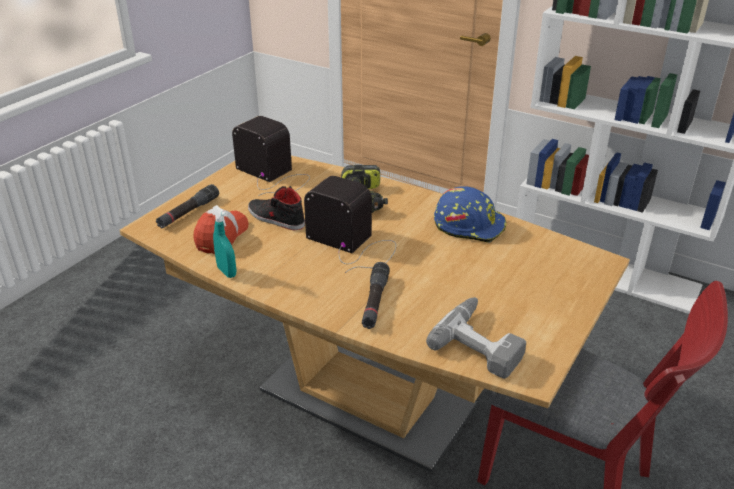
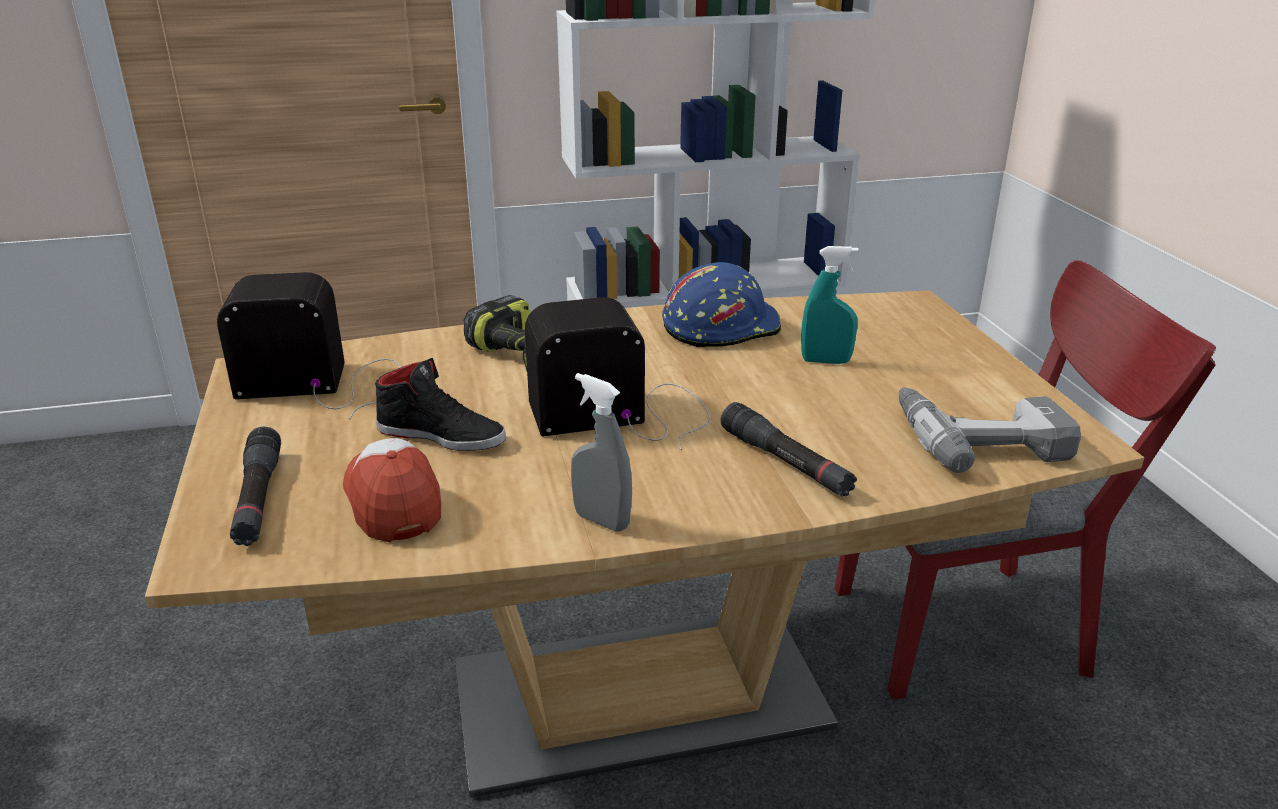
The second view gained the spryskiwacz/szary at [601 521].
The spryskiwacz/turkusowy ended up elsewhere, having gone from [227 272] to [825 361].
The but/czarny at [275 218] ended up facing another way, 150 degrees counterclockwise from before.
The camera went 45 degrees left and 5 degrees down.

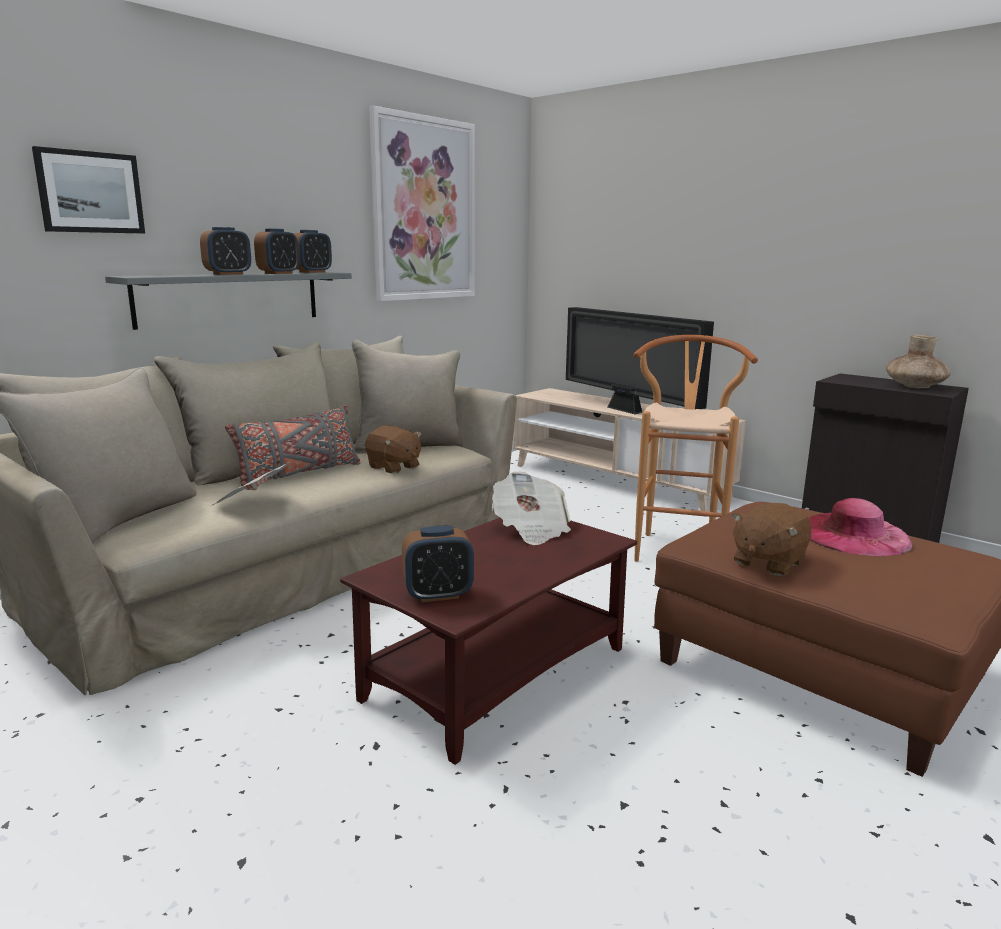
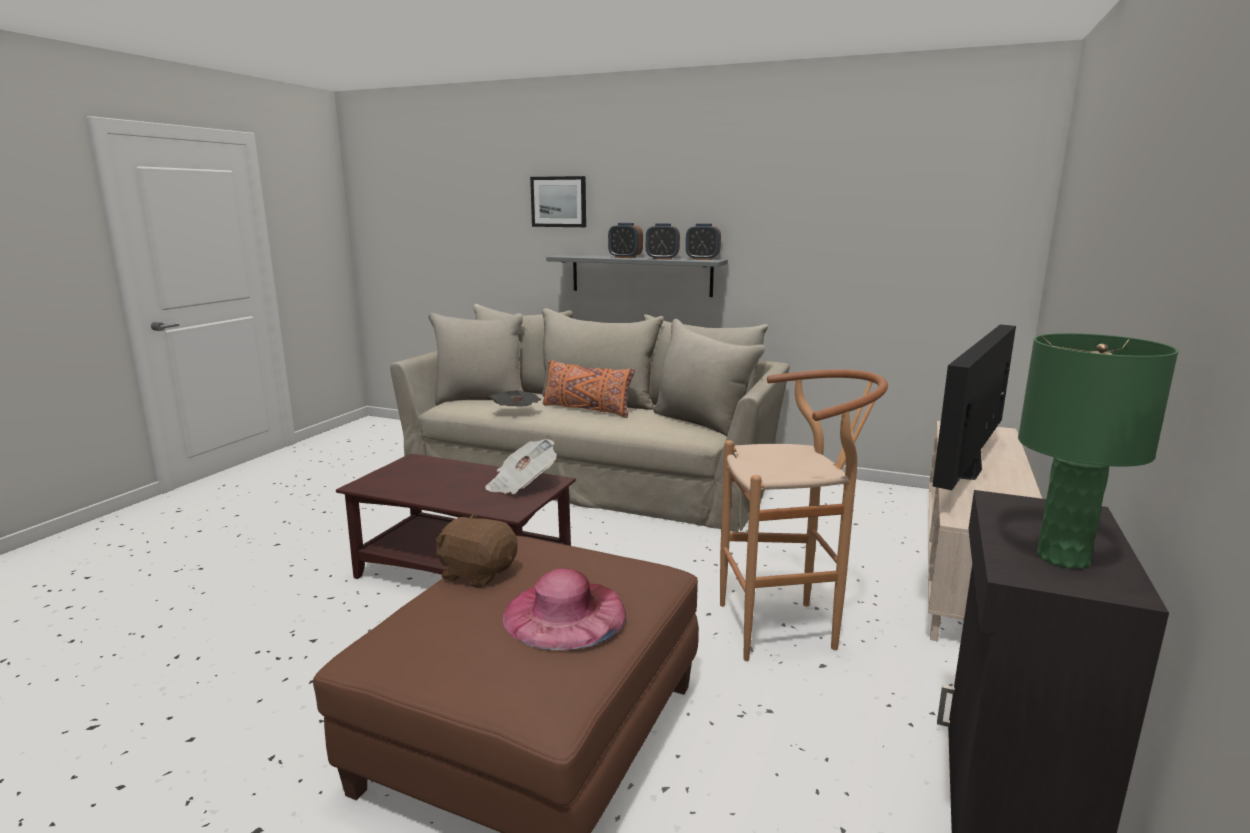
The second view lost the pluszak/brązowy at [393 467].
The second view lost the obraz at [424 210].
The second view lost the budzik at [438 595].
Where the wazon/brązowy stood at [915 386], the lampa stołowa/zielony came to stand at [1063 558].
What was the poduszka/szary at [299 474] turned into the poduszka/pomarańczowy at [587 409].
The camera went 70 degrees right and 0 degrees up.

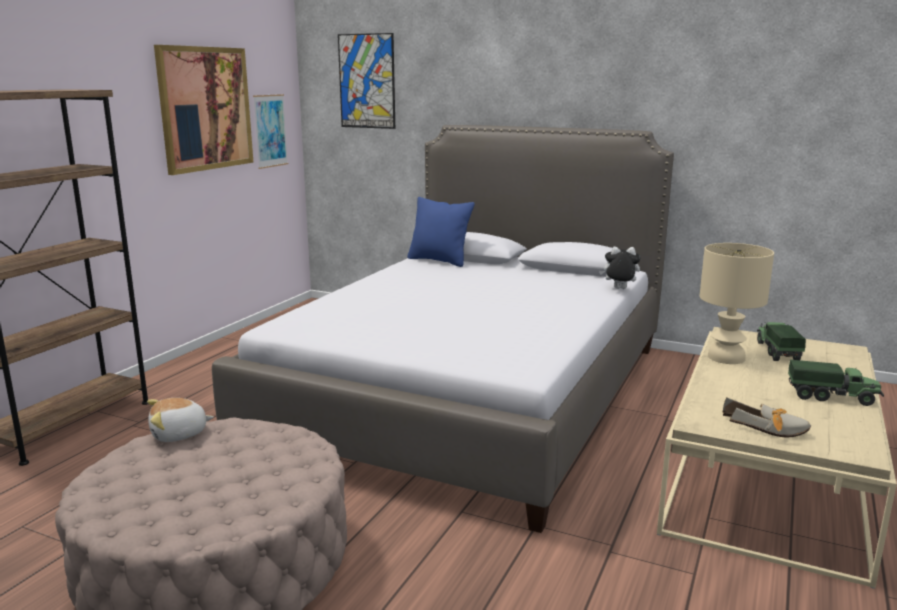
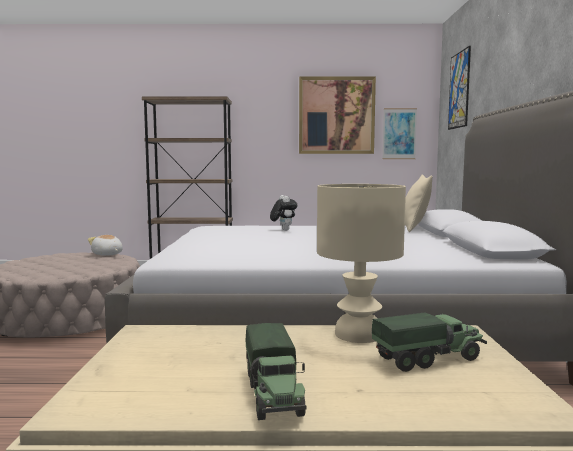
The second view lost the but at [769 429].
The pluszak ended up elsewhere, having gone from [619 289] to [283 230].
What was the poduszka/niebieski at [439 260] turned into the poduszka/beżowy at [414 228].
The camera went 65 degrees right and 10 degrees down.

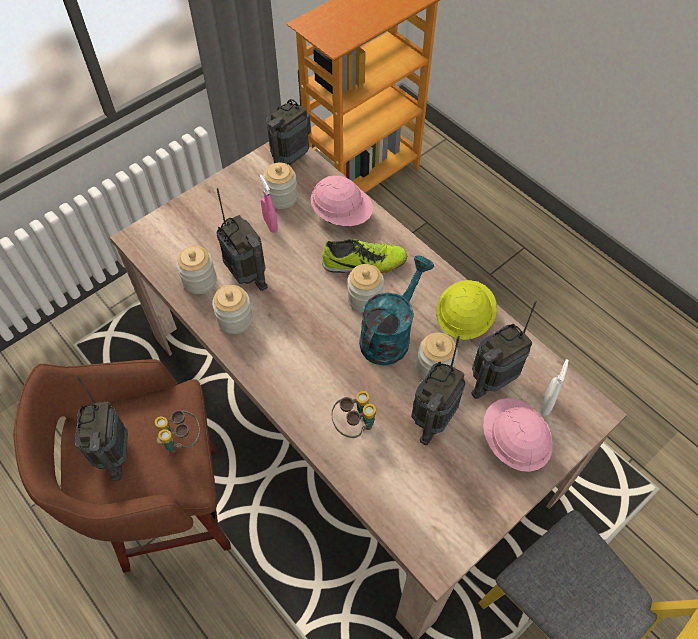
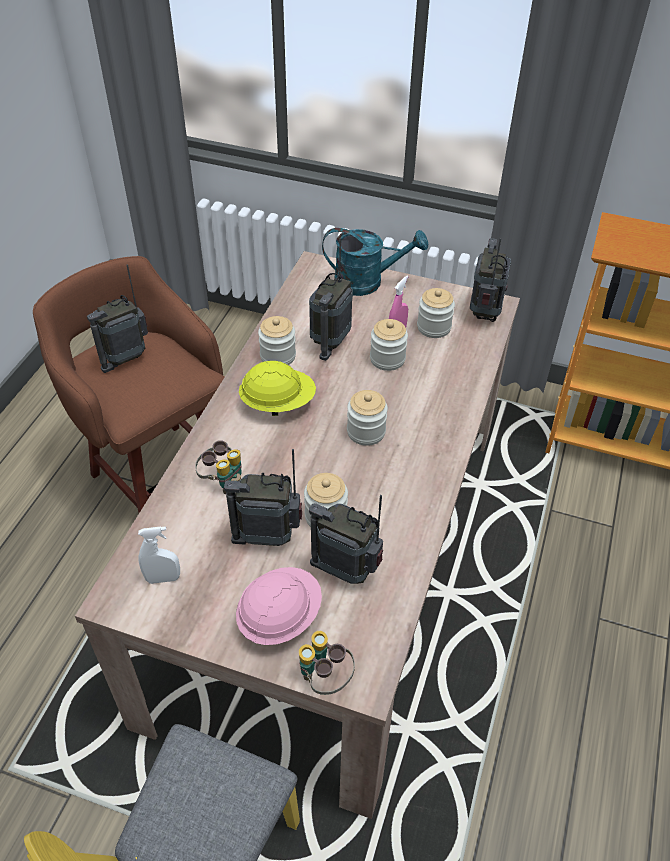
The second view lost the kask/różowy at [342 214].
The second view lost the but at [364 263].
The lornetka ended up elsewhere, having gone from [181 440] to [324 678].
The słoik ended up elsewhere, having gone from [199 281] to [387 359].
The konewka/turkusowy ended up elsewhere, having gone from [390 334] to [367 282].
The kask/żółty ended up elsewhere, having gone from [463 319] to [278 403].
The spryskiwacz/biały ended up elsewhere, having gone from [546 404] to [163 578].
The radio at [290 158] ended up facing another way, 90 degrees clockwise from before.
The camera went 60 degrees right and 10 degrees down.

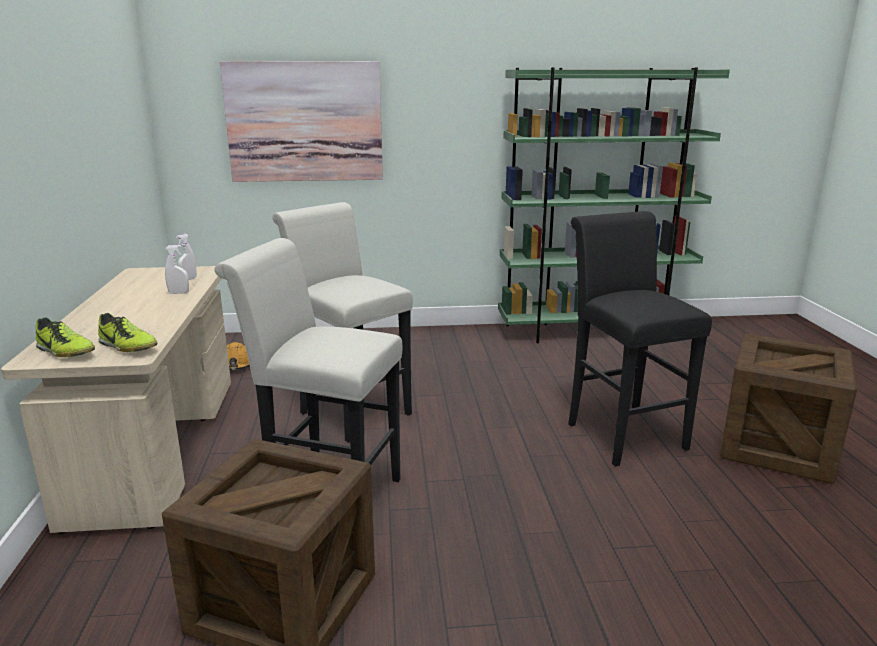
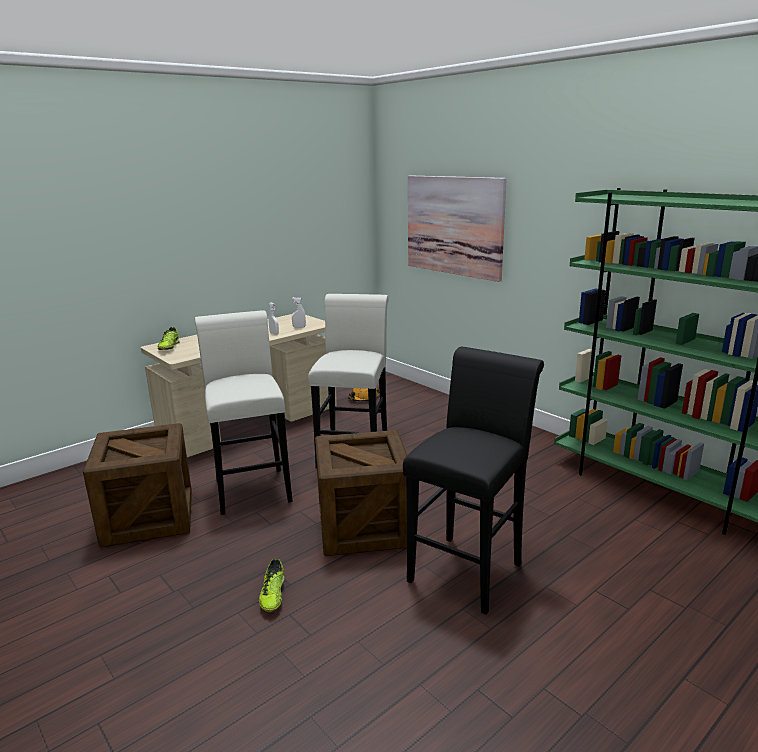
The but ended up elsewhere, having gone from [127 347] to [273 595].
The skrzynka ended up elsewhere, having gone from [777 447] to [364 527].
The camera went 55 degrees right and 0 degrees up.

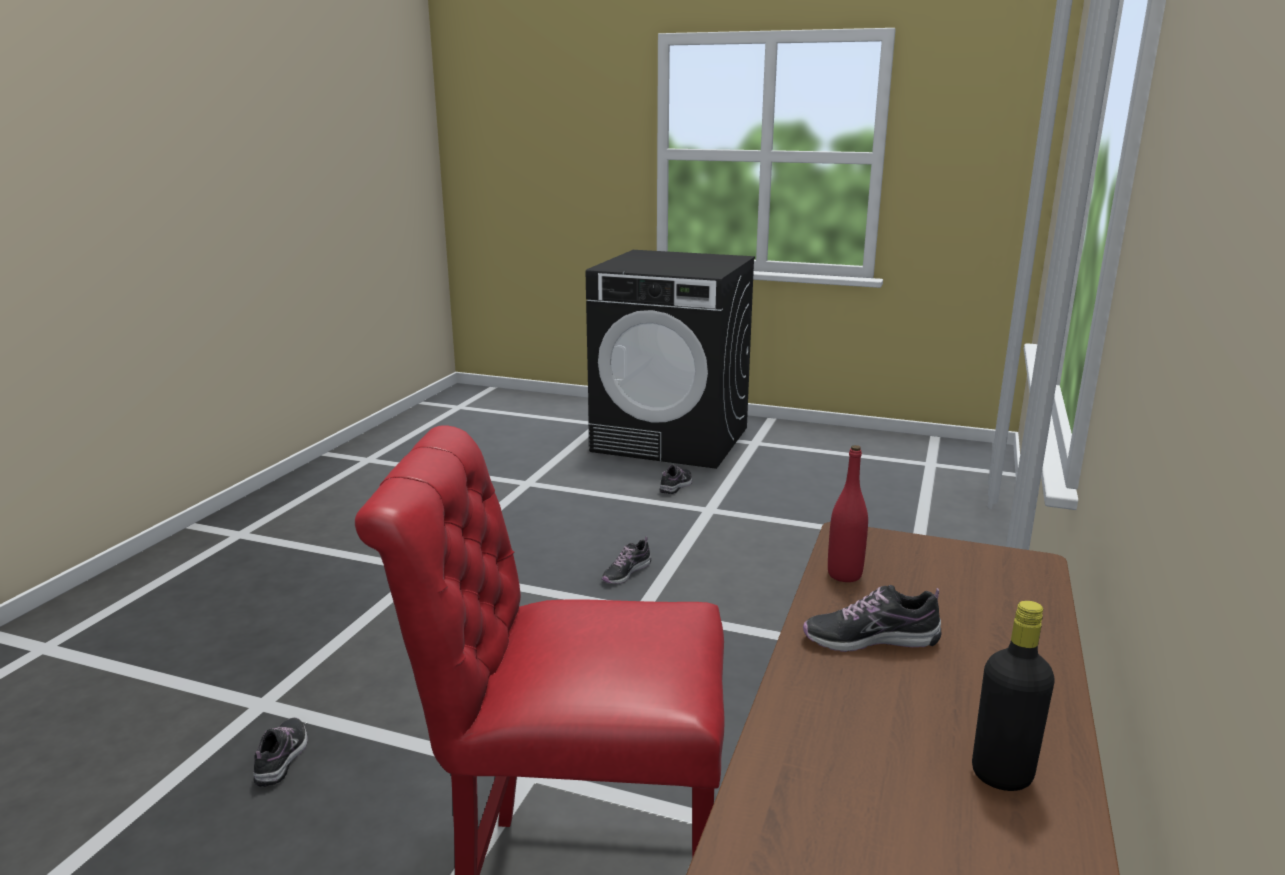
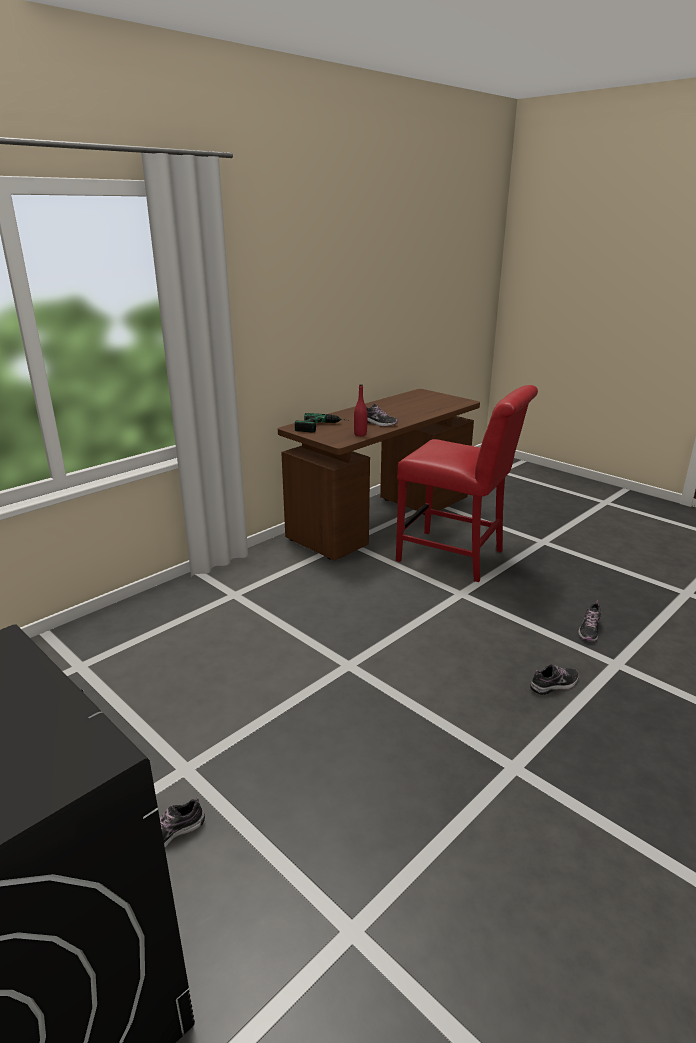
The second view lost the butelka/czarny at [1001 775].
The second view gained the wiertarka at [322 427].
The but ended up elsewhere, having gone from [626 572] to [554 685].
The camera went 155 degrees left and 5 degrees up.

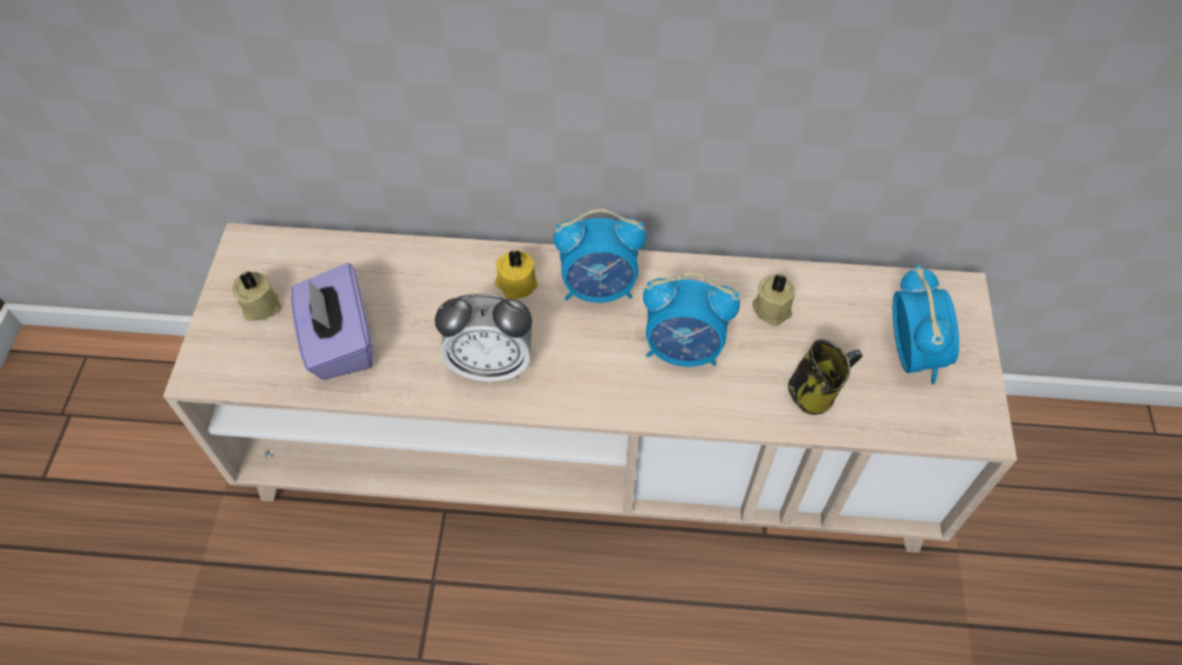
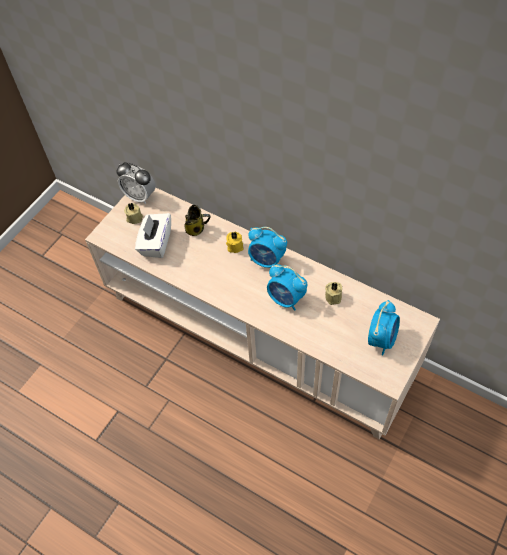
The budzik ended up elsewhere, having gone from [491 365] to [140 196].
The kubek ended up elsewhere, having gone from [815 393] to [196 228].
What was the pudełko chusteczek/fioletowy at [339 342] turned into the pudełko chusteczek/biały at [156 243].
The camera went 30 degrees right and 0 degrees up.

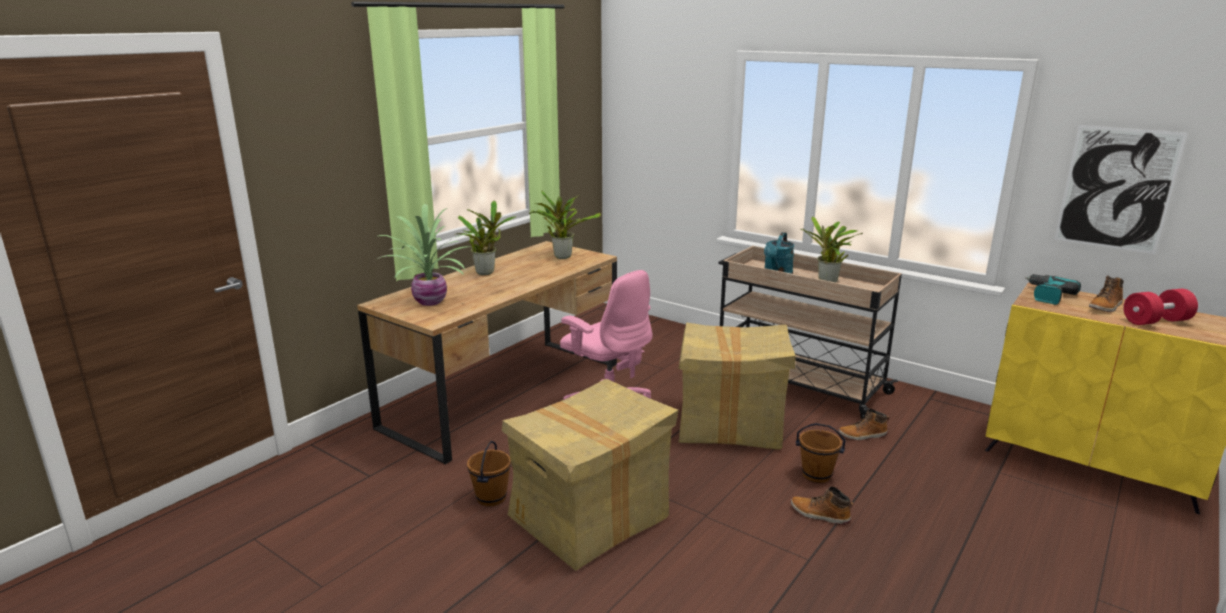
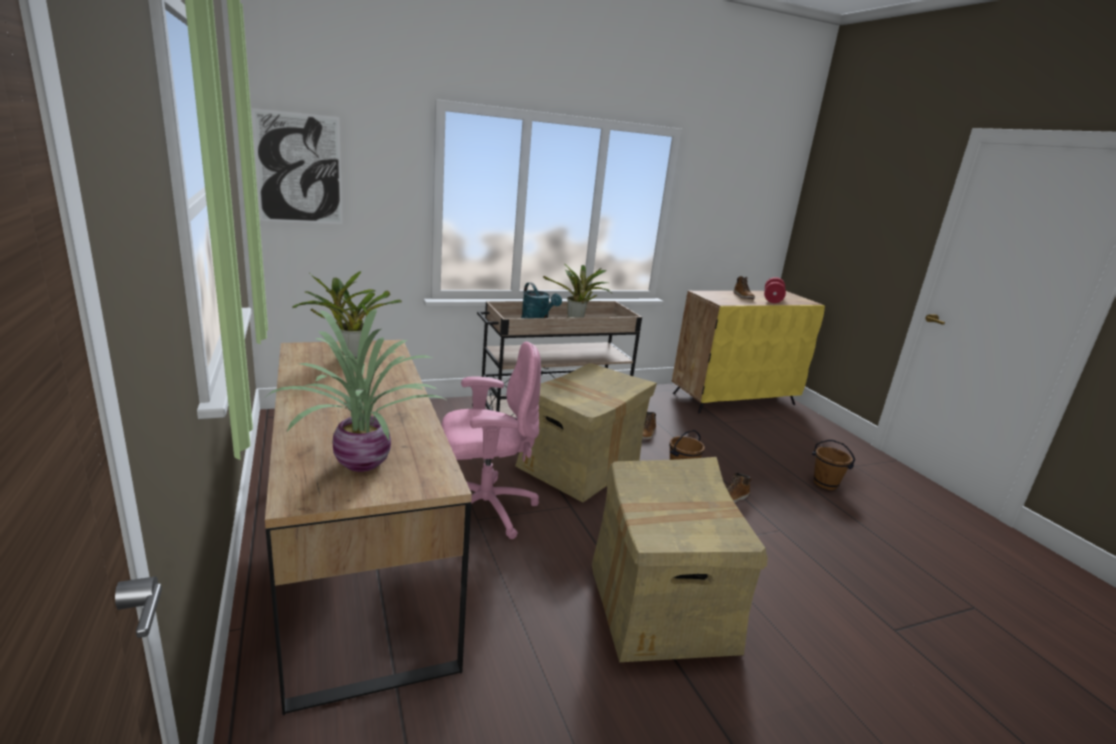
The second view lost the roślina doniczkowa at [487 272].
The second view lost the wiertarka at [1046 295].
The wiadro/brązowy ended up elsewhere, having gone from [490 498] to [825 484].
The obraz ended up elsewhere, having gone from [1116 189] to [299 169].
The camera went 60 degrees left and 0 degrees up.

